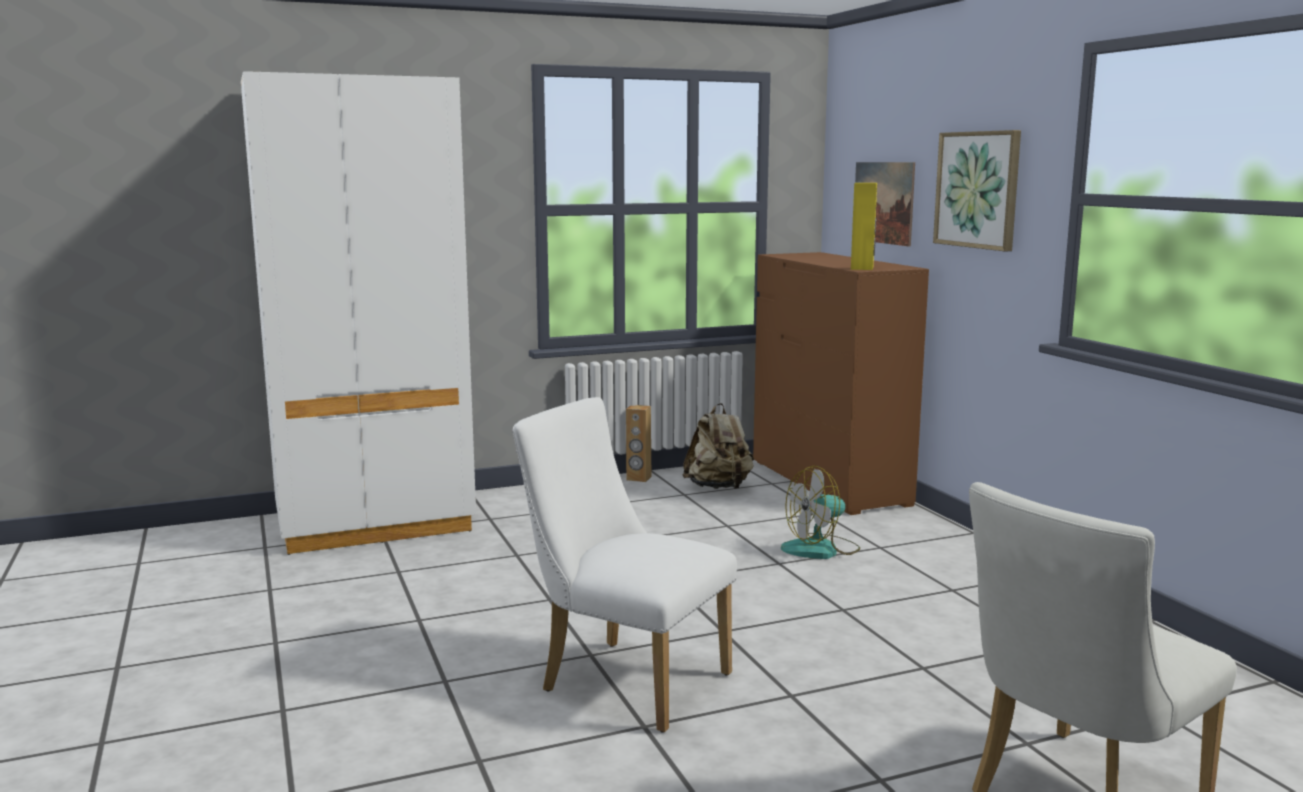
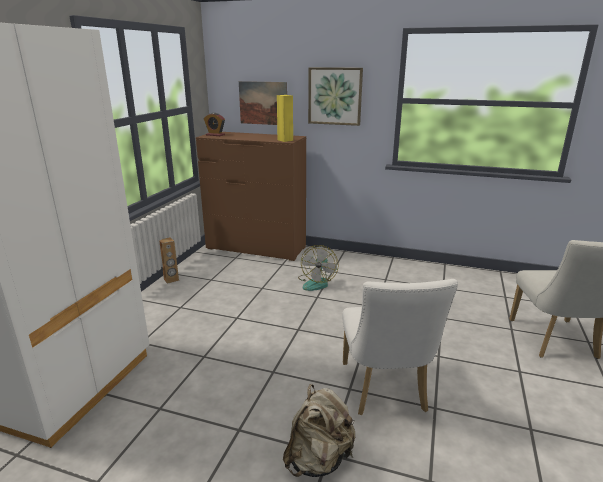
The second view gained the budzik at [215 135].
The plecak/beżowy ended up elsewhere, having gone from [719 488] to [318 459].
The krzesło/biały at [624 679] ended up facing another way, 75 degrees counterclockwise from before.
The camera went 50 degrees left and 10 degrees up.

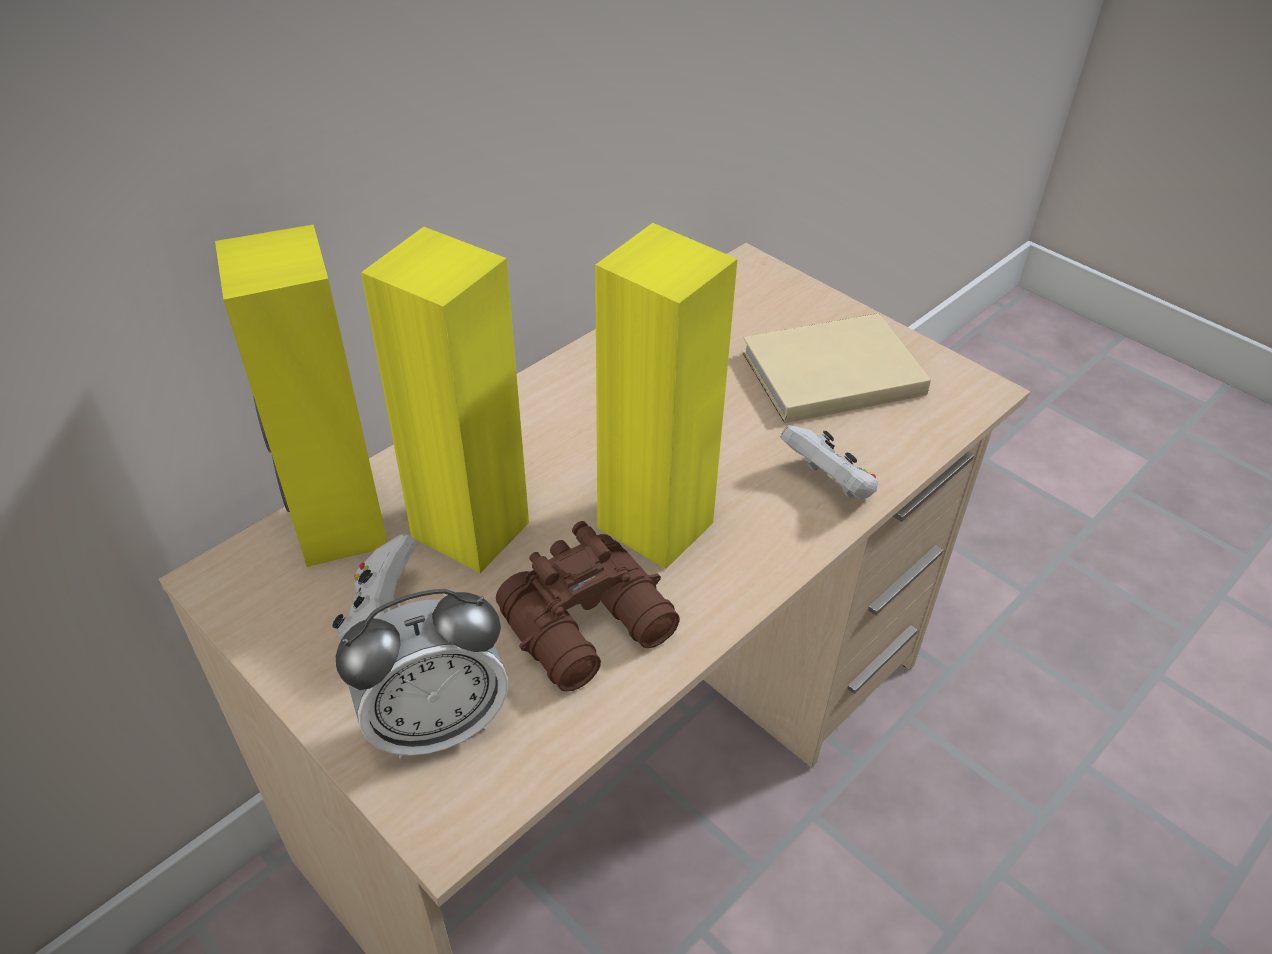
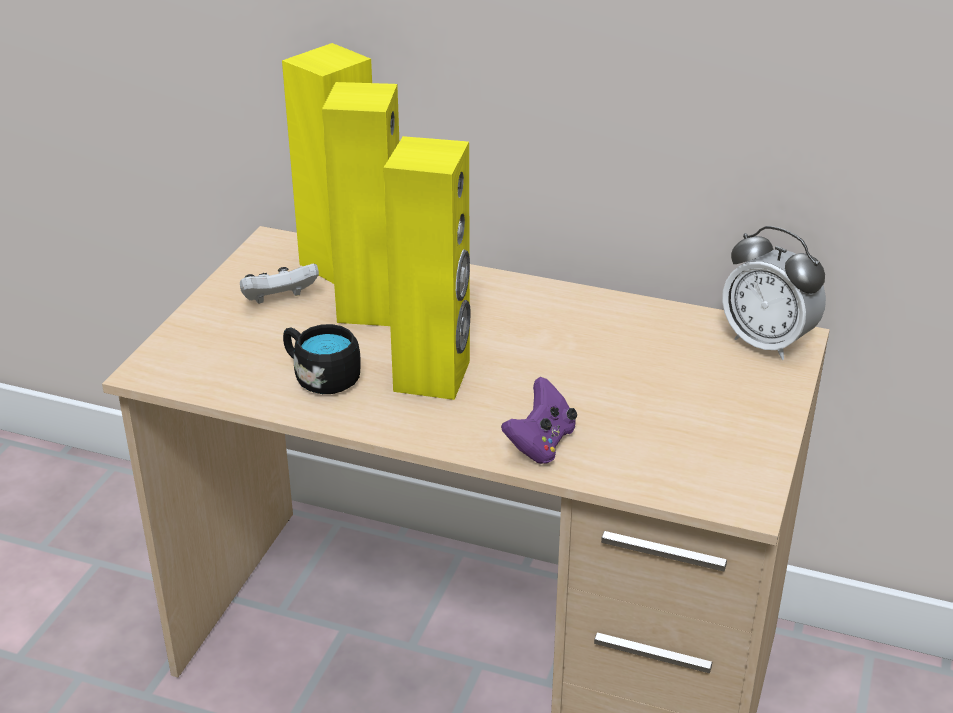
The second view lost the książka/beżowy at [827 372].
The budzik ended up elsewhere, having gone from [436 724] to [767 343].
Where the lornetka/brązowy stood at [592 627], the kubek/czarny came to stand at [320 377].
What was the pad do gier/biały at [829 484] turned into the pad do gier/fioletowy at [541 443].
The camera went 65 degrees right and 10 degrees down.

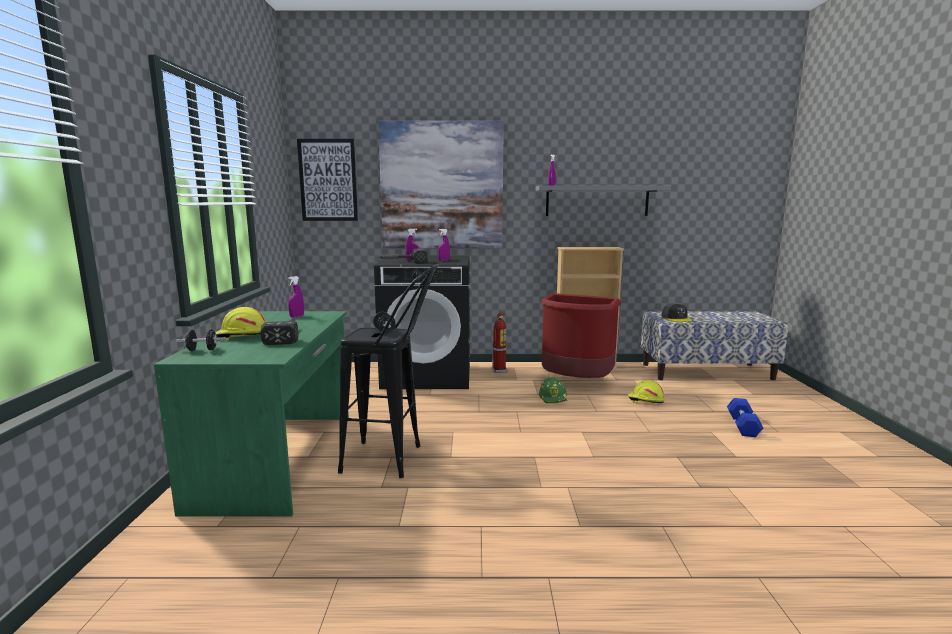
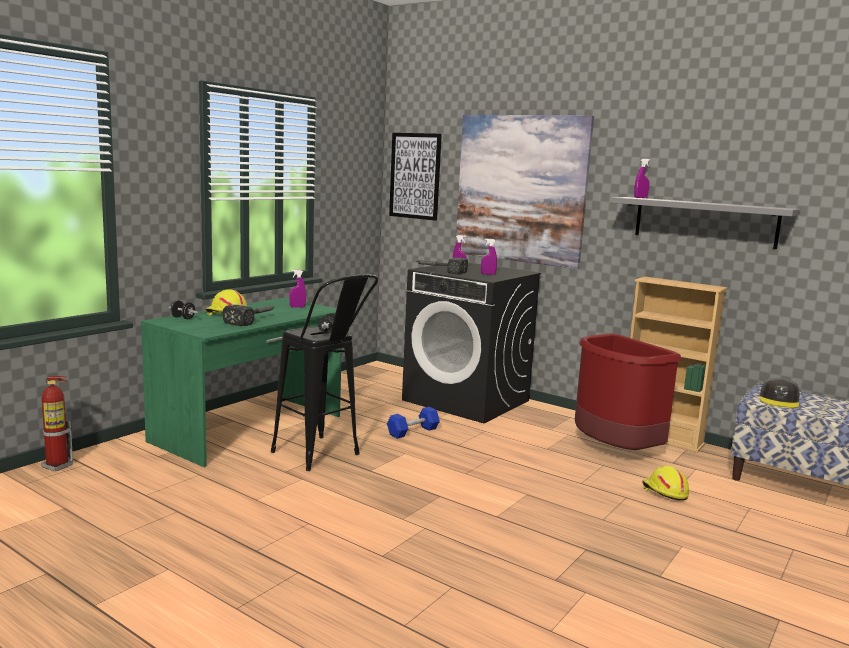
The second view lost the kask/zielony at [553 397].
The gaśnica ended up elsewhere, having gone from [499 370] to [57 466].
The hantel/niebieski ended up elsewhere, having gone from [743 426] to [413 431].
The camera went 35 degrees right and 0 degrees up.

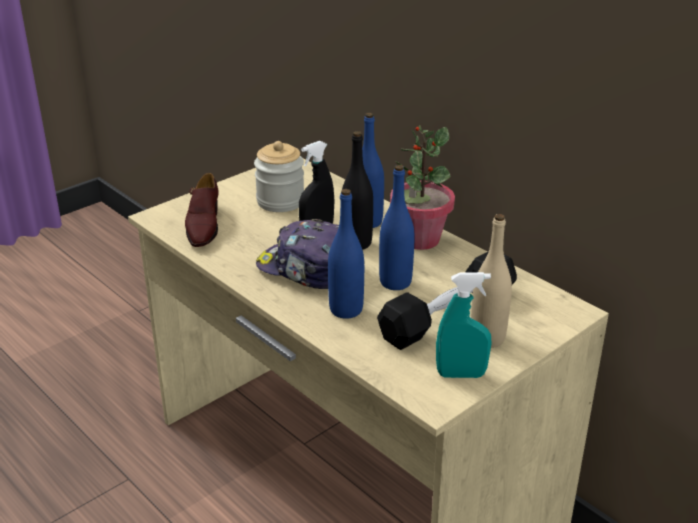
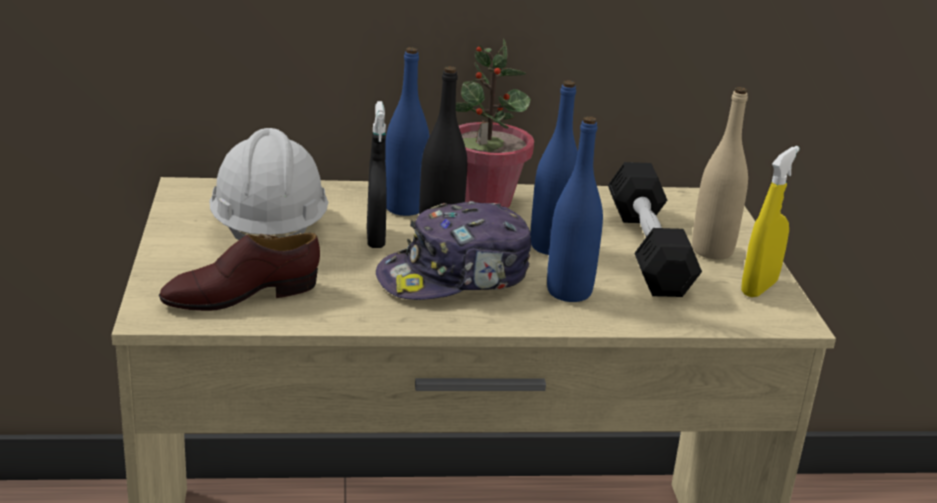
Where the słoik stood at [280 201], the kask/biały came to stand at [269 229].
What was the spryskiwacz/turkusowy at [461 374] turned into the spryskiwacz/żółty at [759 288].
The but/brązowy at [203 226] ended up facing another way, 120 degrees clockwise from before.
The camera went 55 degrees left and 5 degrees down.

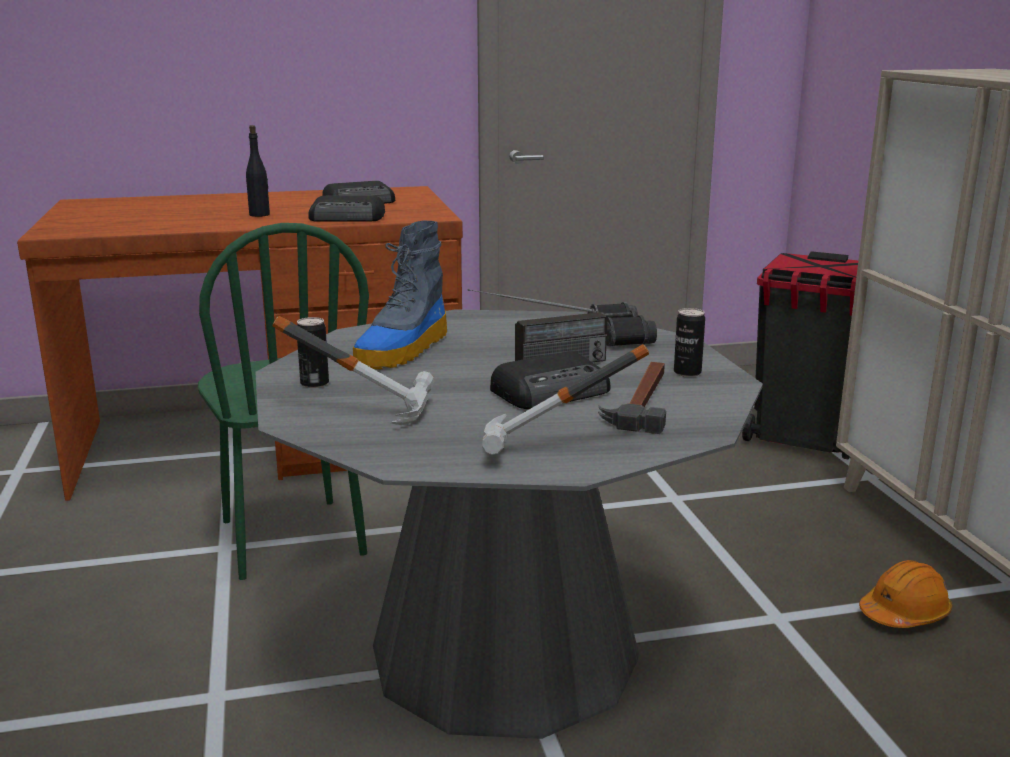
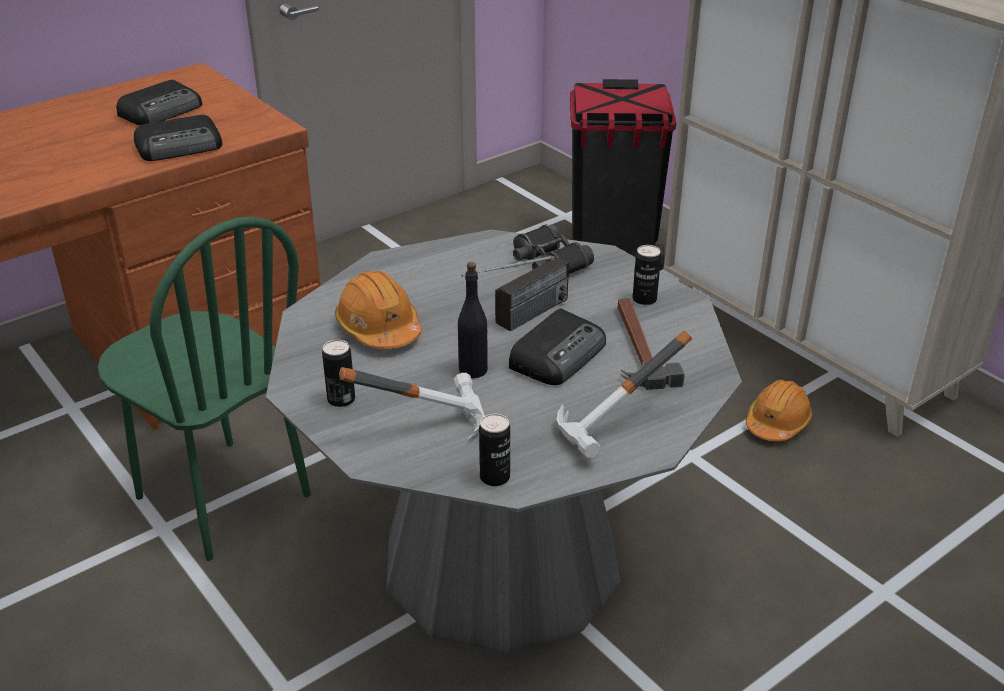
The second view gained the puszka at [494 477].
The butelka/czarny ended up elsewhere, having gone from [260 215] to [473 370].
Where the but z cholewką stood at [403 350], the kask/pomarańczowy came to stand at [379 328].
The camera went 25 degrees left and 15 degrees up.

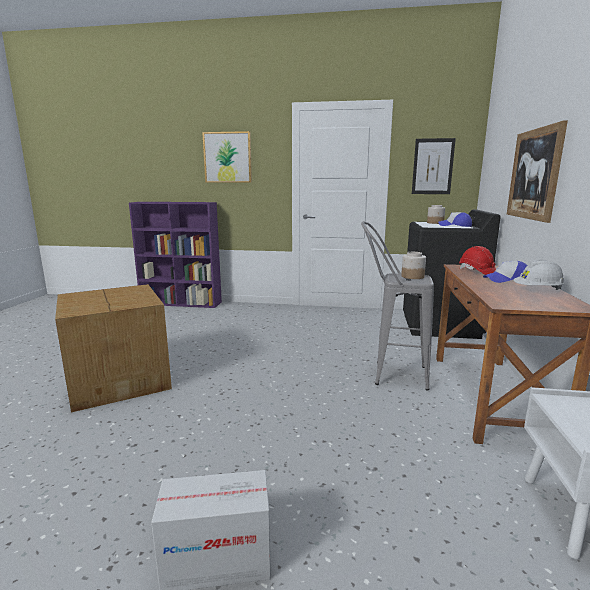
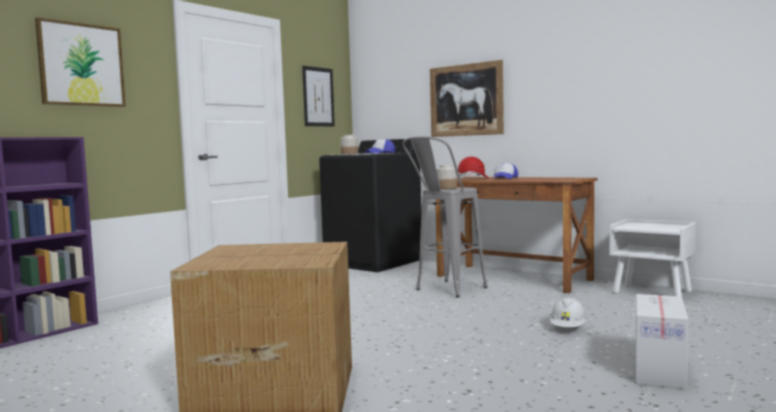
The kask/biały ended up elsewhere, having gone from [537 290] to [568 329].
The camera went 60 degrees left and 10 degrees down.

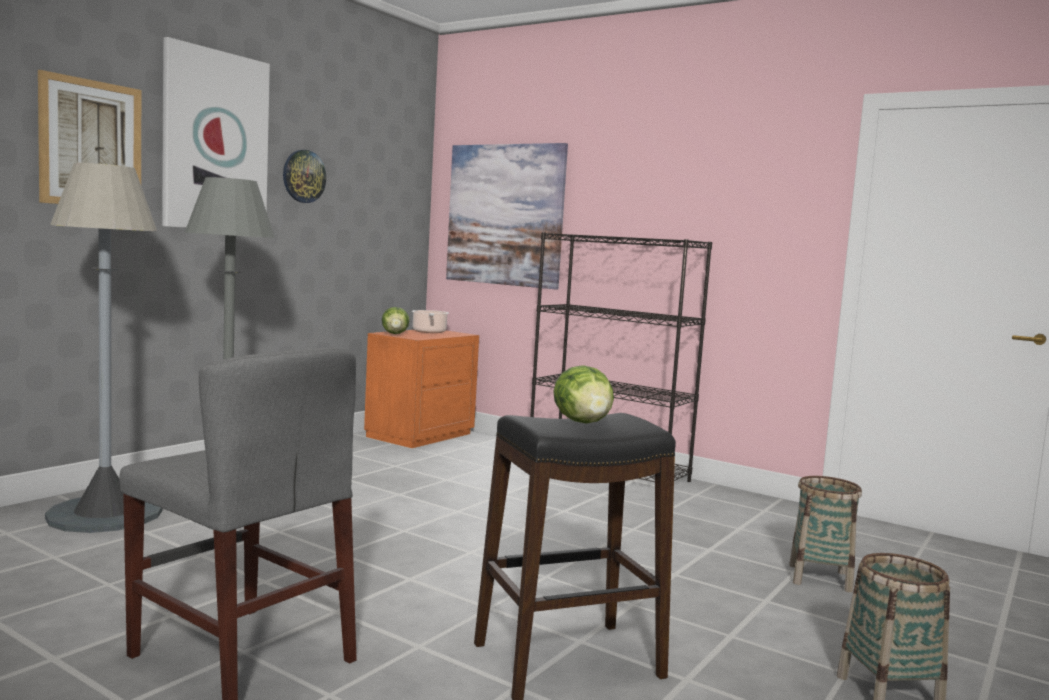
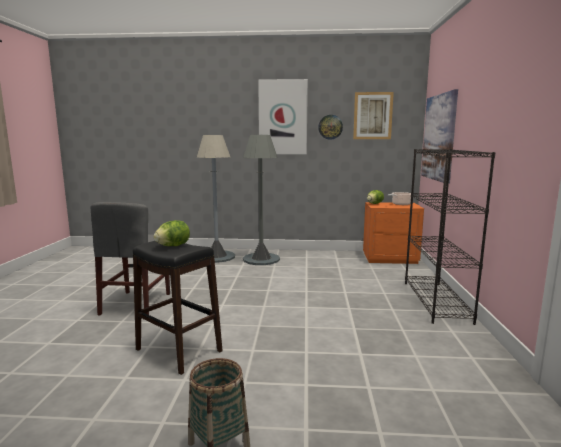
The second view lost the koszyk at [819 578].
The obraz ended up elsewhere, having gone from [91 144] to [372 116].
The camera went 60 degrees right and 5 degrees up.

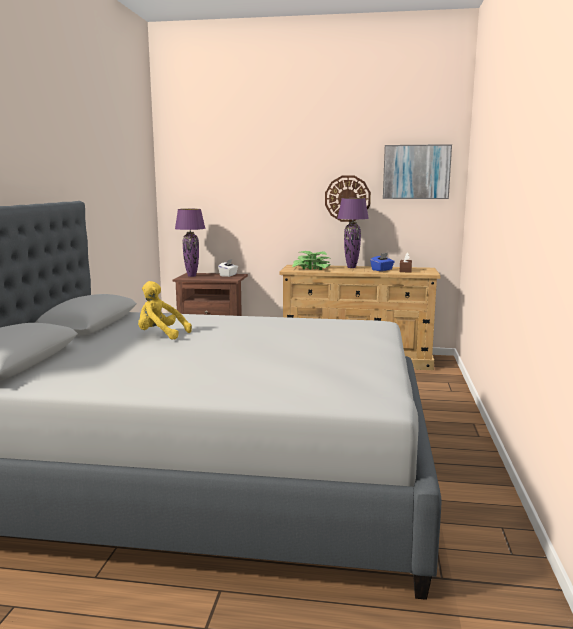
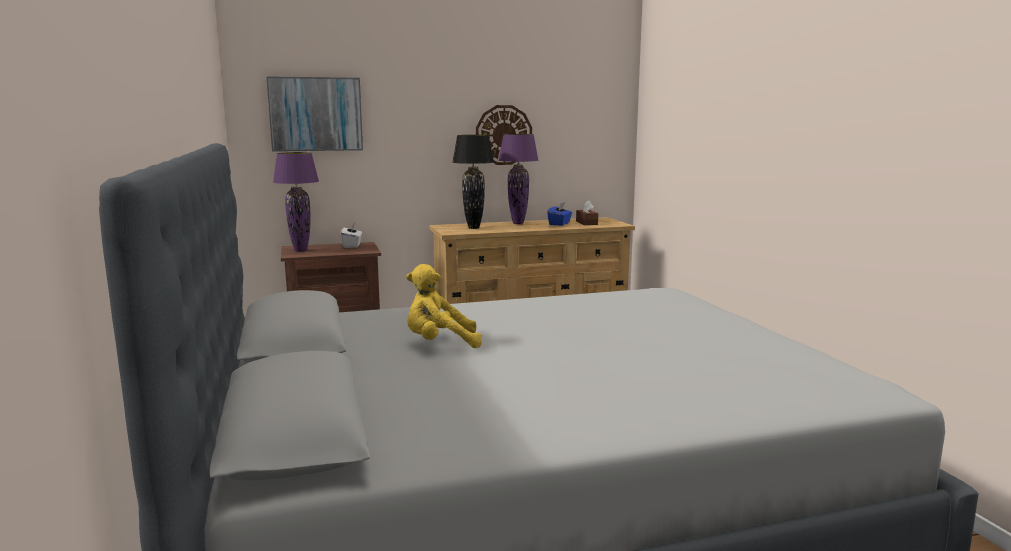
The obraz ended up elsewhere, having gone from [416 172] to [316 114].
Where the roślina doniczkowa stood at [312 268], the lampa stołowa/czarny came to stand at [473 228].
The camera went 25 degrees left and 0 degrees up.

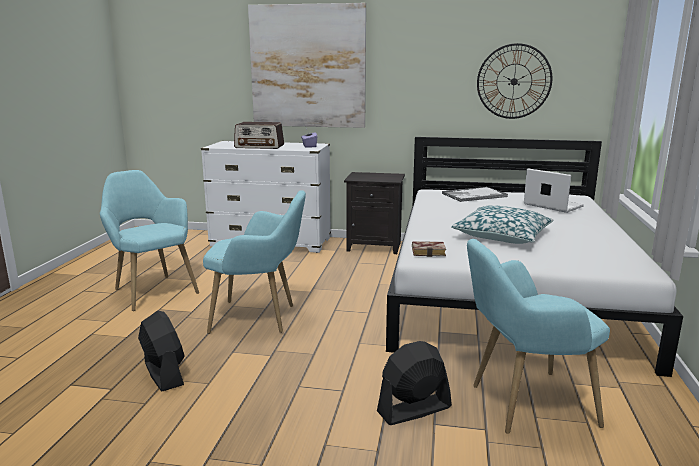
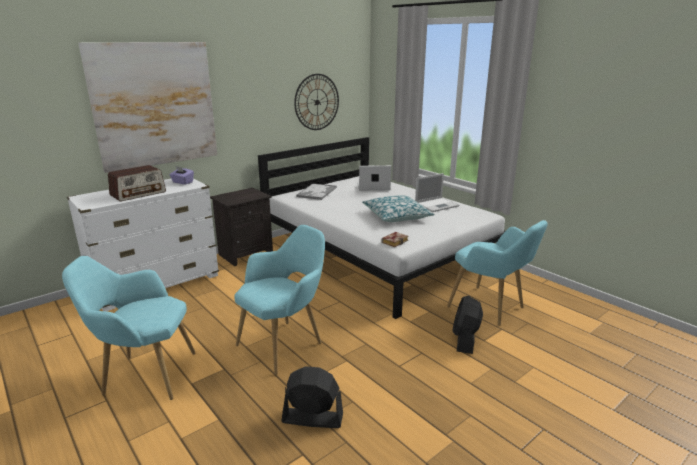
The second view gained the laptop at [437 205].
The fotel/turkusowy at [523 404] ended up facing another way, 75 degrees counterclockwise from before.
The camera went 50 degrees left and 5 degrees up.

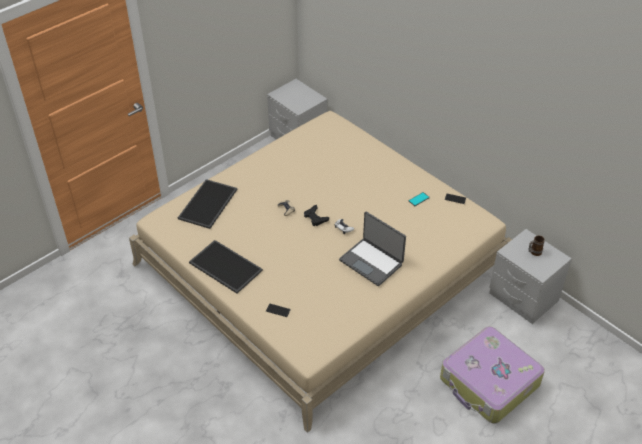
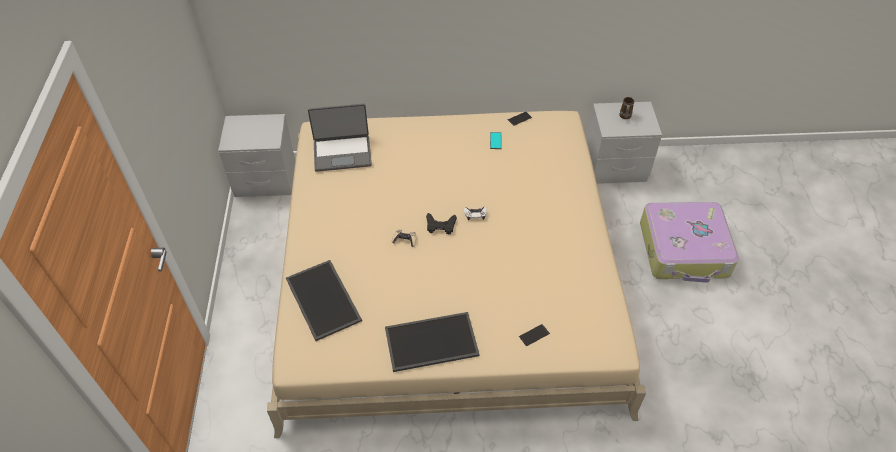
The laptop ended up elsewhere, having gone from [372 262] to [342 153].
The camera went 50 degrees left and 5 degrees up.

